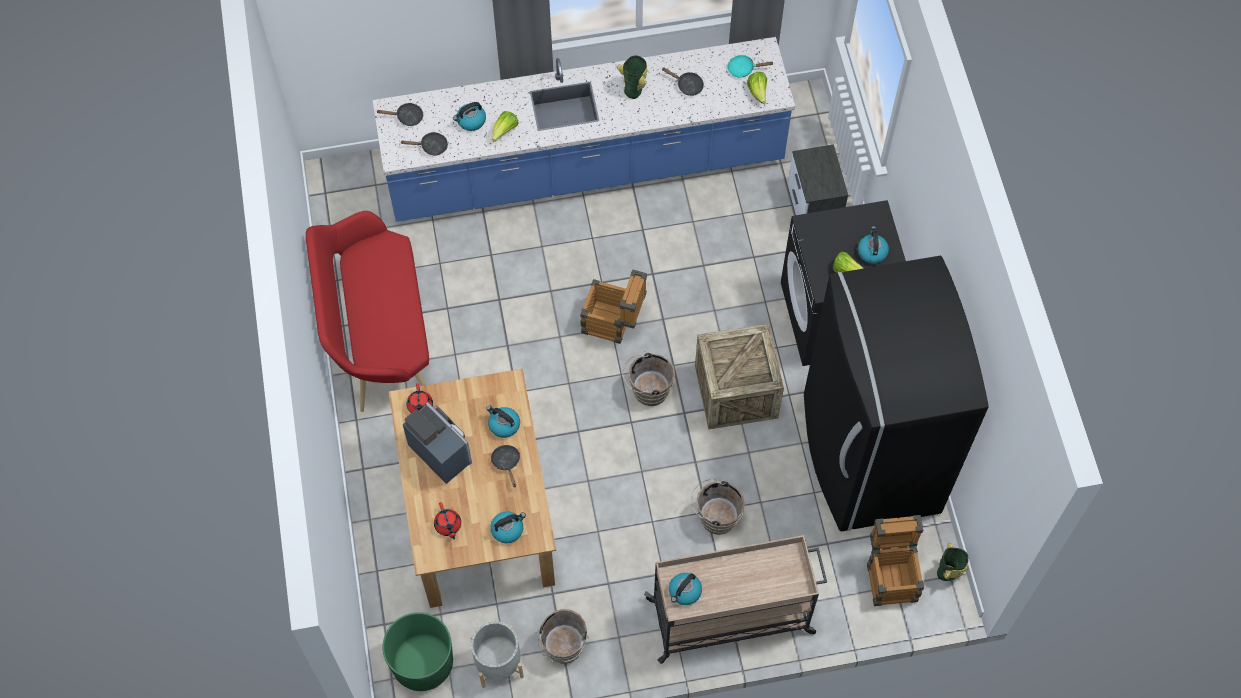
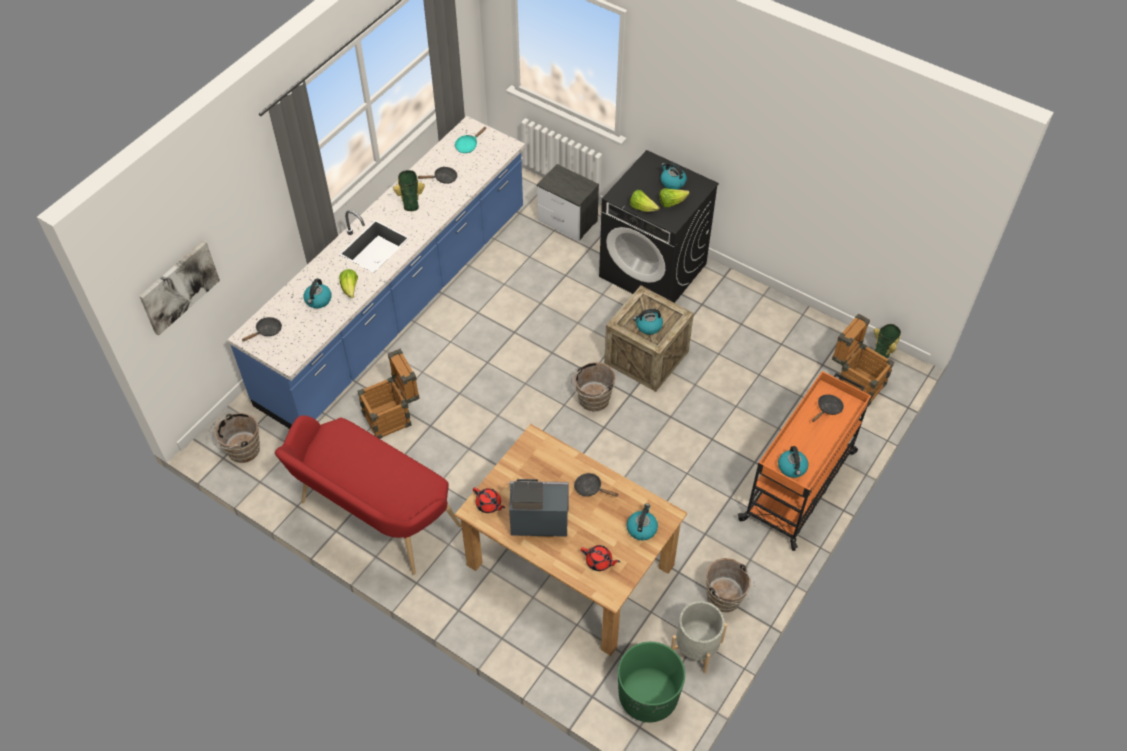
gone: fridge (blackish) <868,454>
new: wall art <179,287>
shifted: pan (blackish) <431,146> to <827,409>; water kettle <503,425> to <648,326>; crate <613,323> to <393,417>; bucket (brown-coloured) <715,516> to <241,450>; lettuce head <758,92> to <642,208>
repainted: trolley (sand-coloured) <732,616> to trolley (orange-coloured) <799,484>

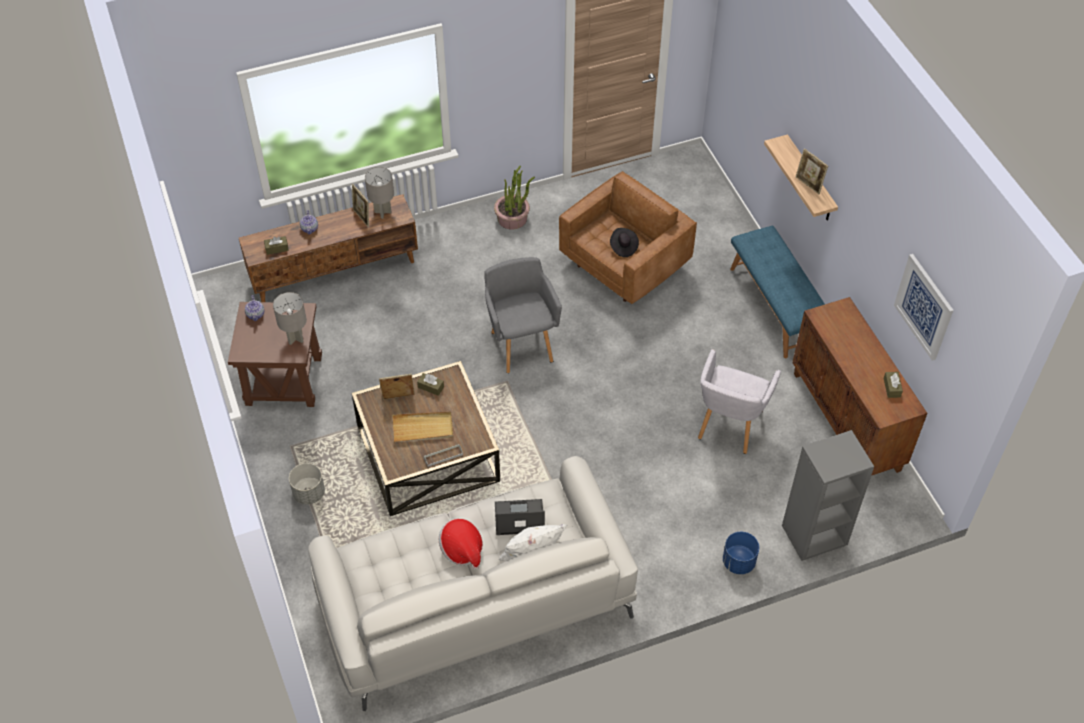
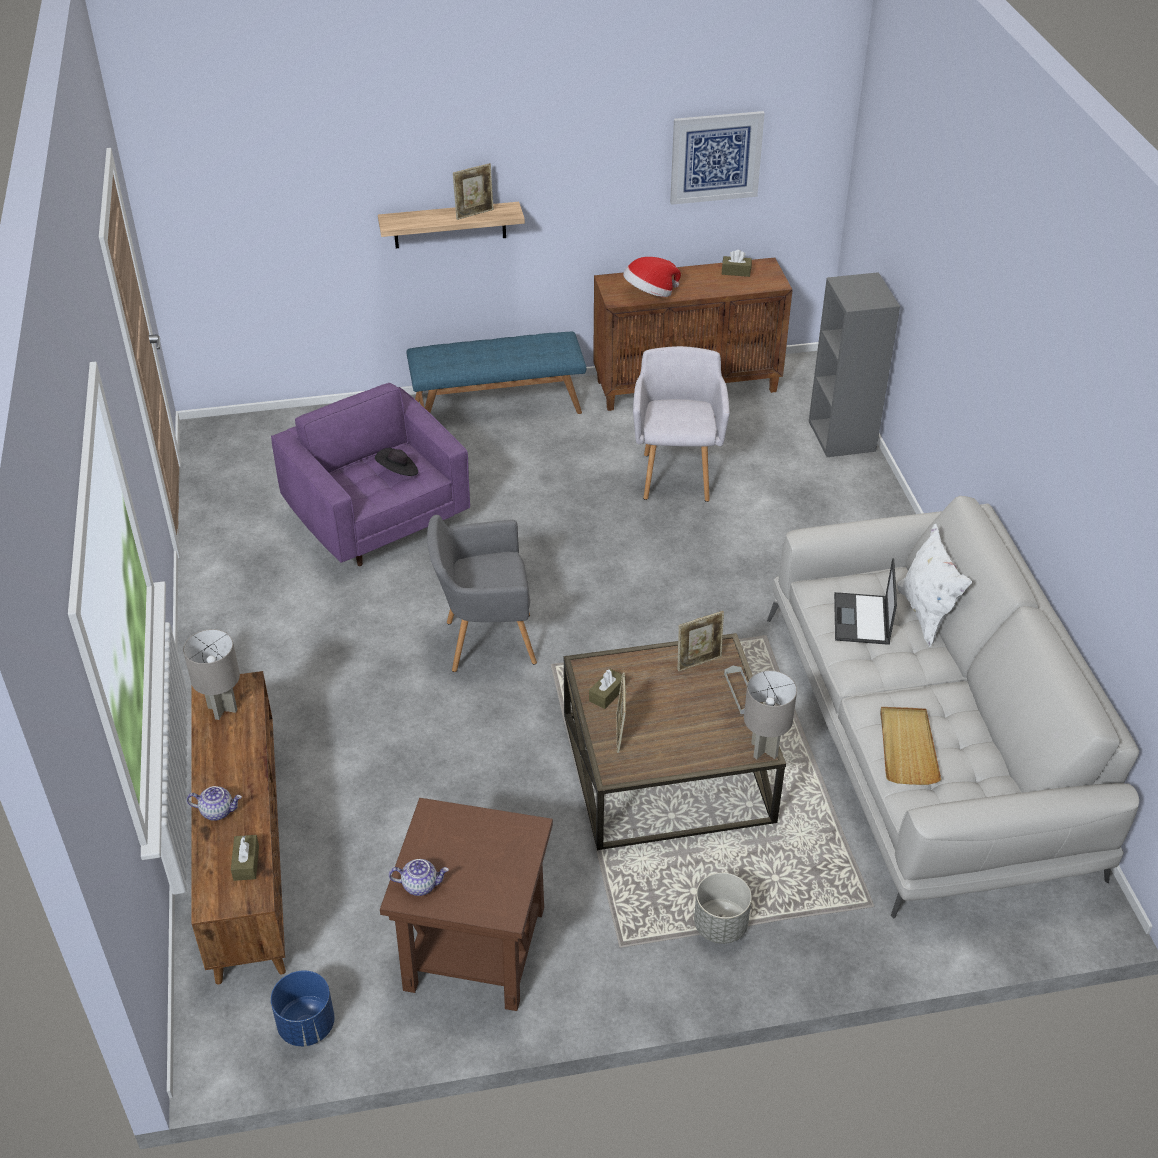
gone: houseplant <512,218>
shifted: table lamp (grey) <295,338> to <765,750>; photo frame <362,217> to <699,662>; serving tray (sand-coloured) <423,428> to <907,747>; hat <462,550> to <650,294>; flower pot (blue-coloured) <738,562> to <306,1025>
repainted: easy chair (brown-coloured) <625,266> to easy chair (purple-coloured) <377,521>
rotated: easy chair (grey) <728,427> = <676,473> 120 degrees counterclockwise

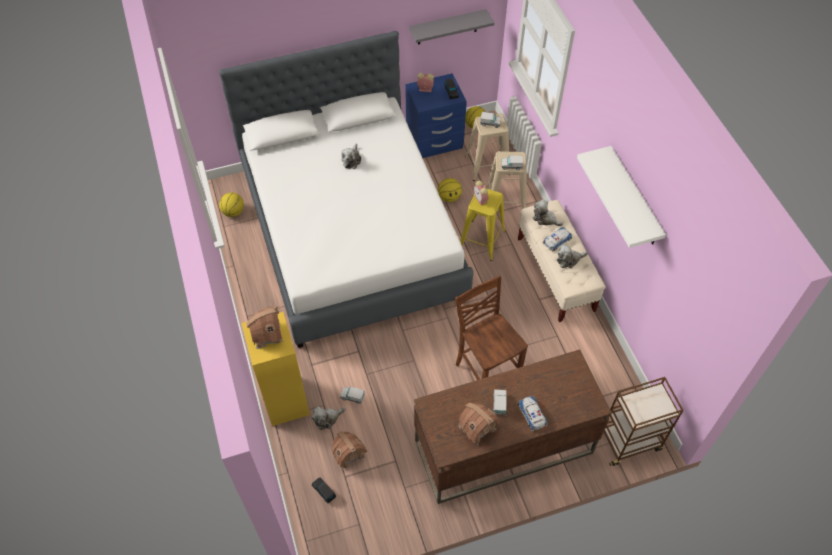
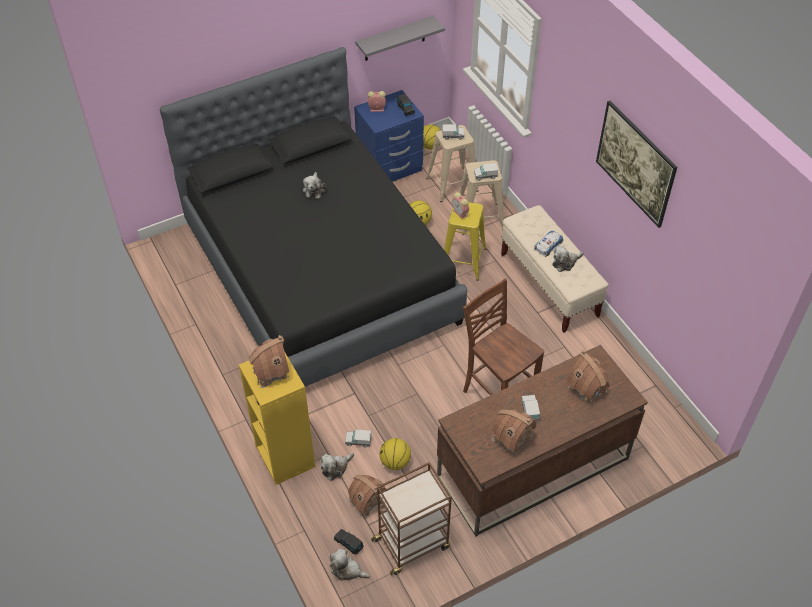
gone: toy car <532,414>
new: model house <587,389>
shifted: basketball <233,212> to <395,462>; cuddly toy <545,219> to <347,570>; trolley (brown-coloured) <629,441> to <412,543>
swapped: bracket shelf (white) <634,198> to wall art <632,178>
repainted: bedroom bed (white) <352,233> to bedroom bed (blackish) <320,272>

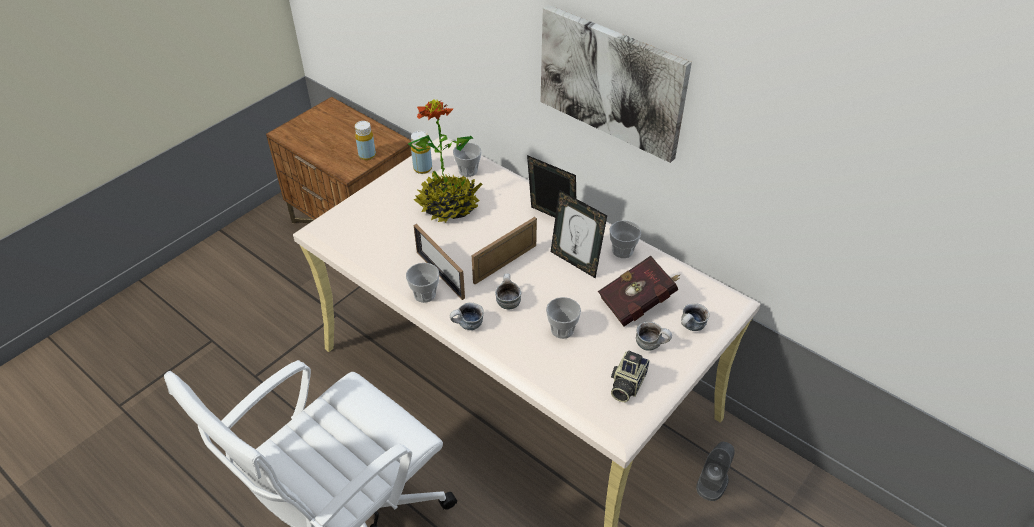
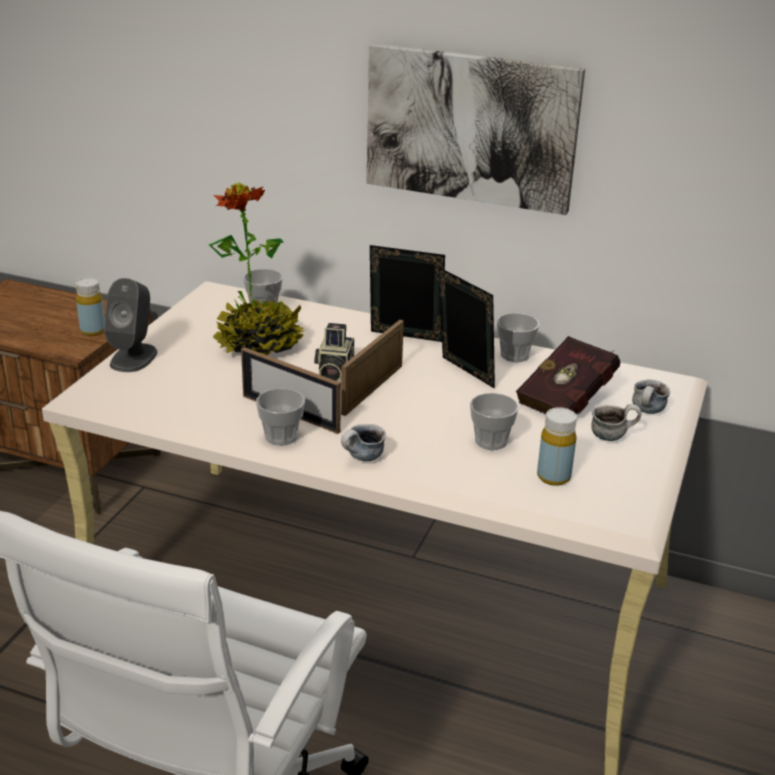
gone: coffee mug <507,301>
shifted: beverage bottle (yellow) <422,168> to <553,477>; still camera <626,384> to <333,372>; speaker (grey) <712,483> to <134,357>
rotated: photo frame <575,262> = <463,374> 150 degrees counterclockwise

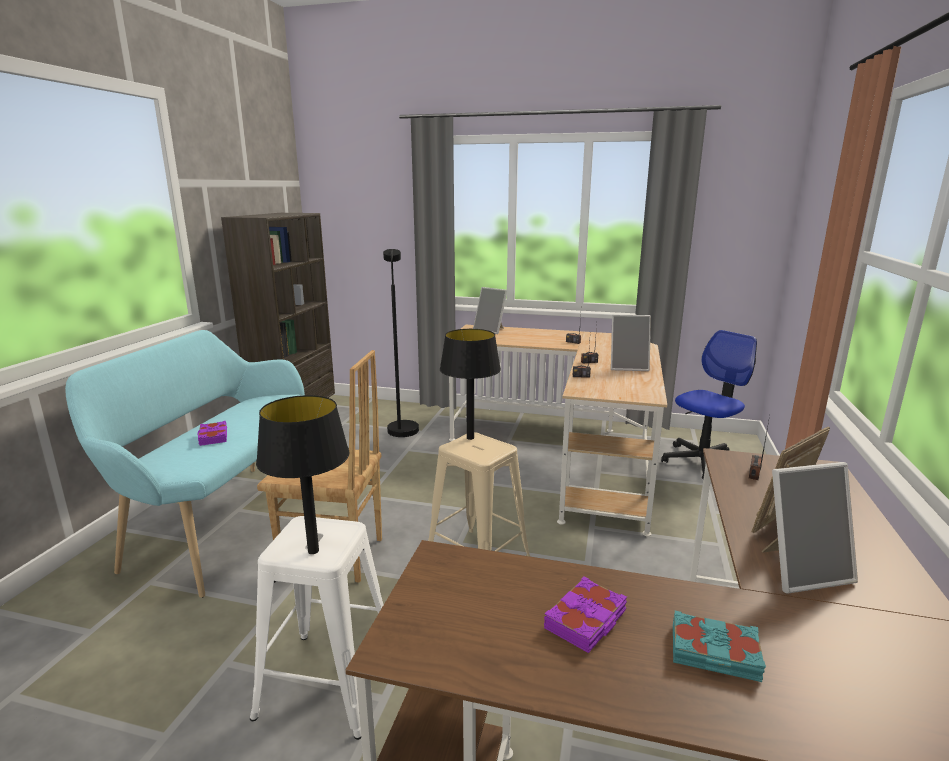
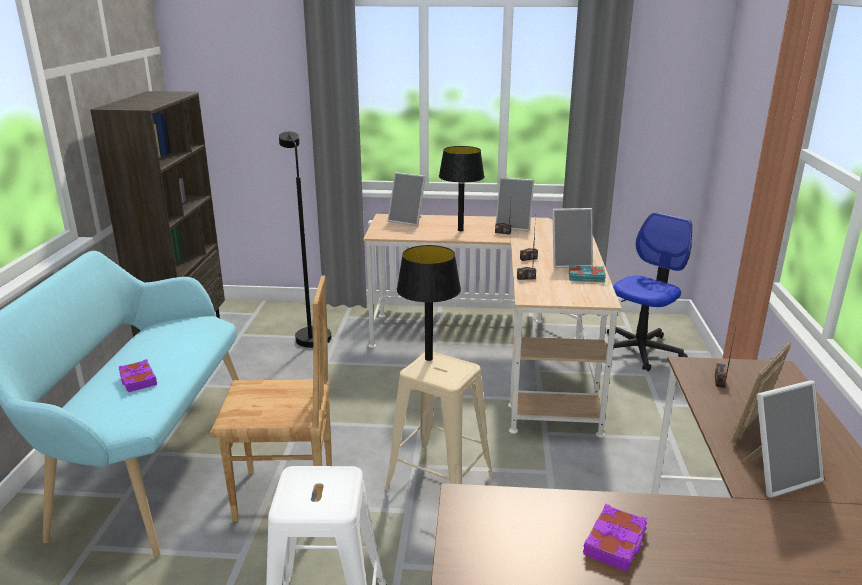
new: photo frame <514,226>
shifted: table lamp (blackish) <313,551> to <460,230>; bound book (turquoise) <714,653> to <586,277>

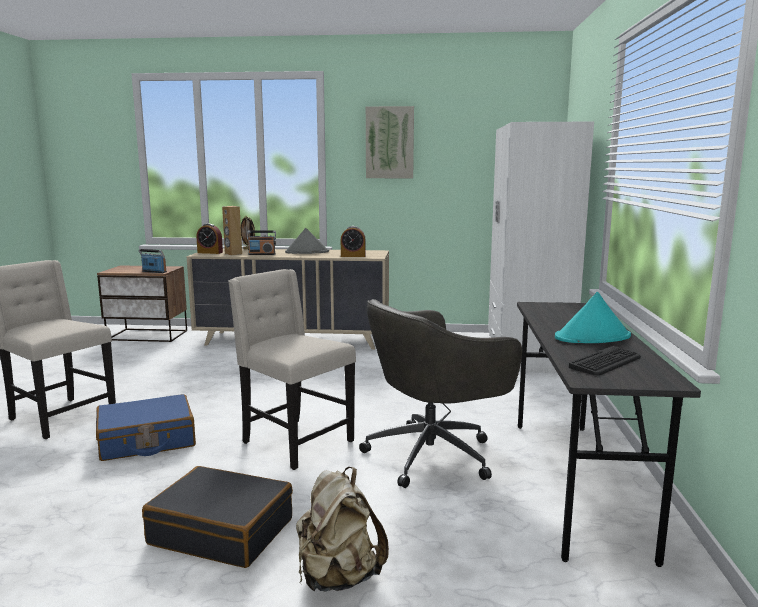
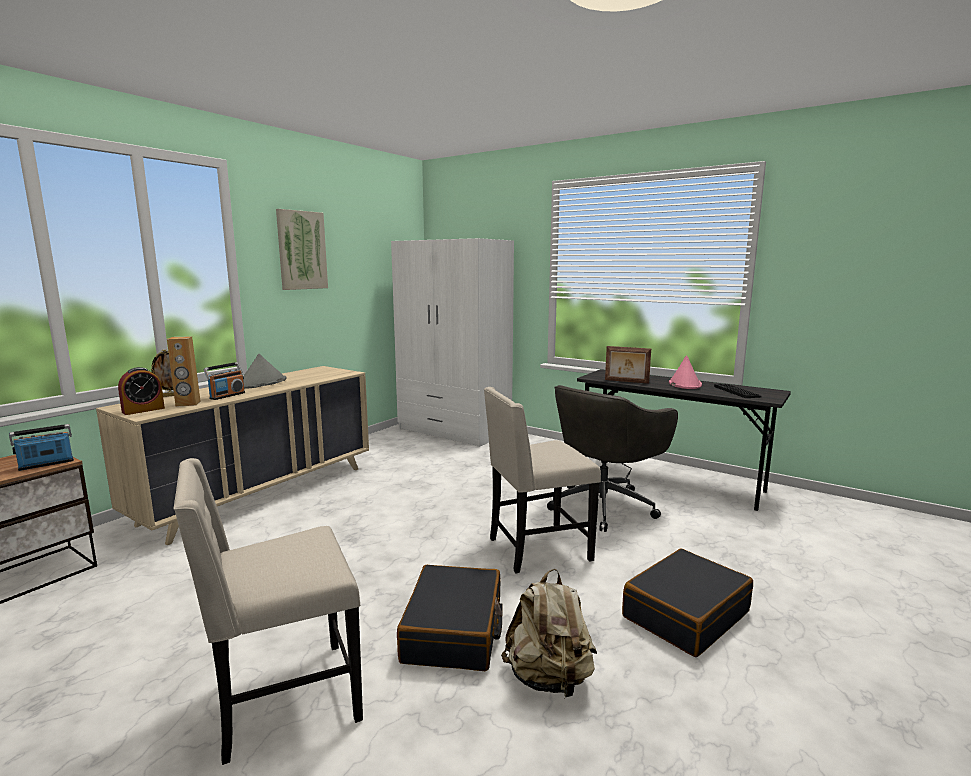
gone: bedside clock <353,256>
new: photo frame <626,381>
shifted: knapsack (sand-coloured) <338,577> to <549,678>
repainted: suitcase (blue-coloured) <146,441> to suitcase (blackish) <454,631>; hat (turquoise) <593,337> to hat (pink) <684,384>
rotated: computer chair (grey) <434,454> = <604,505> 45 degrees clockwise

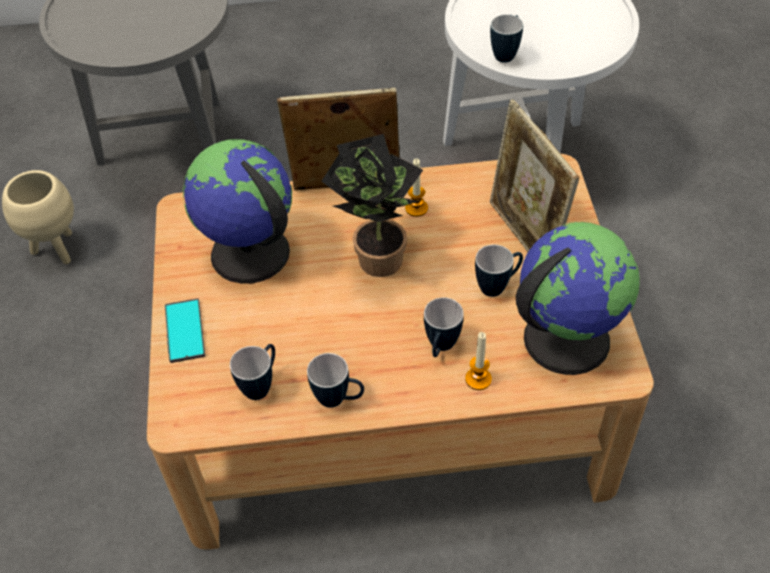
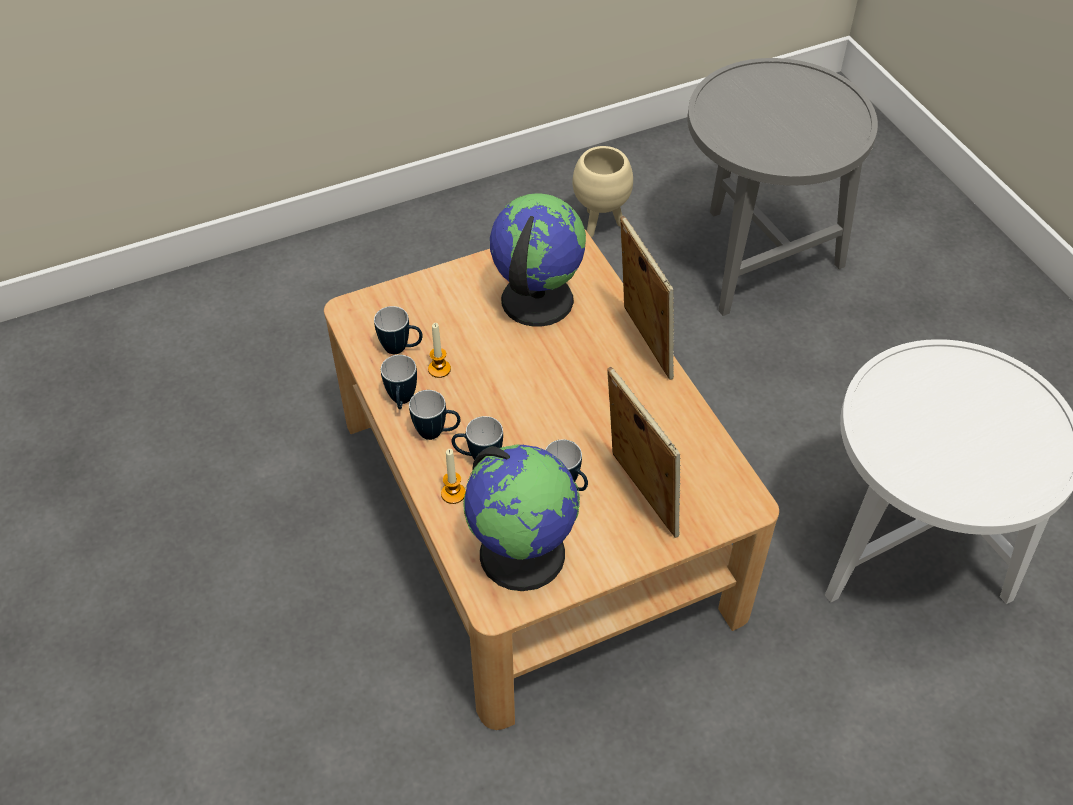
gone: handset <184,331>; houseplant <376,256>
shifted: wax light <416,208> to <439,369>; coffee mug <506,53> to <437,433>
rotated: photo frame <524,237> = <639,495> 105 degrees clockwise

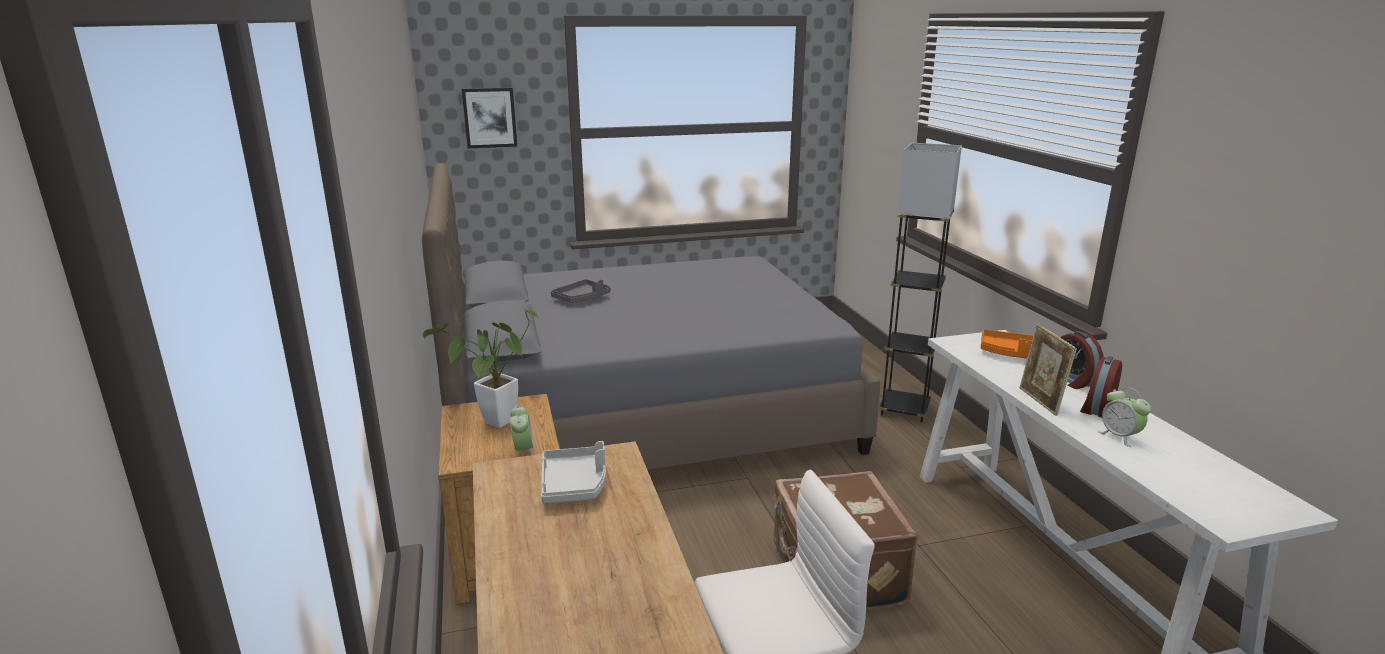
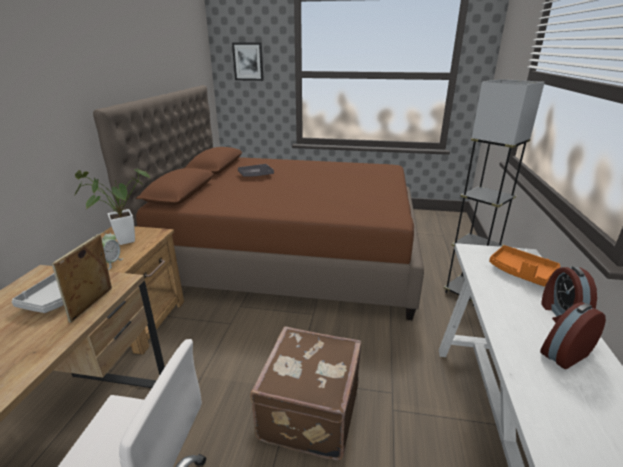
gone: bedside clock <1119,437>
shifted: photo frame <1040,401> to <93,305>
repainted: bedroom bed (grey) <644,412> to bedroom bed (brown-coloured) <290,253>

